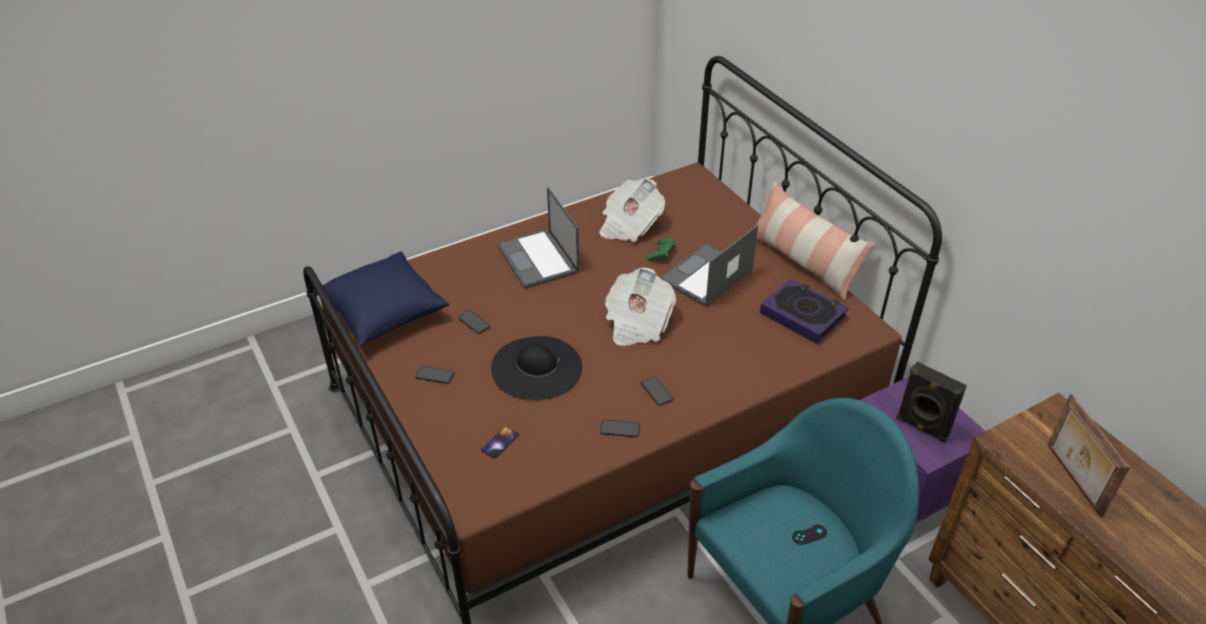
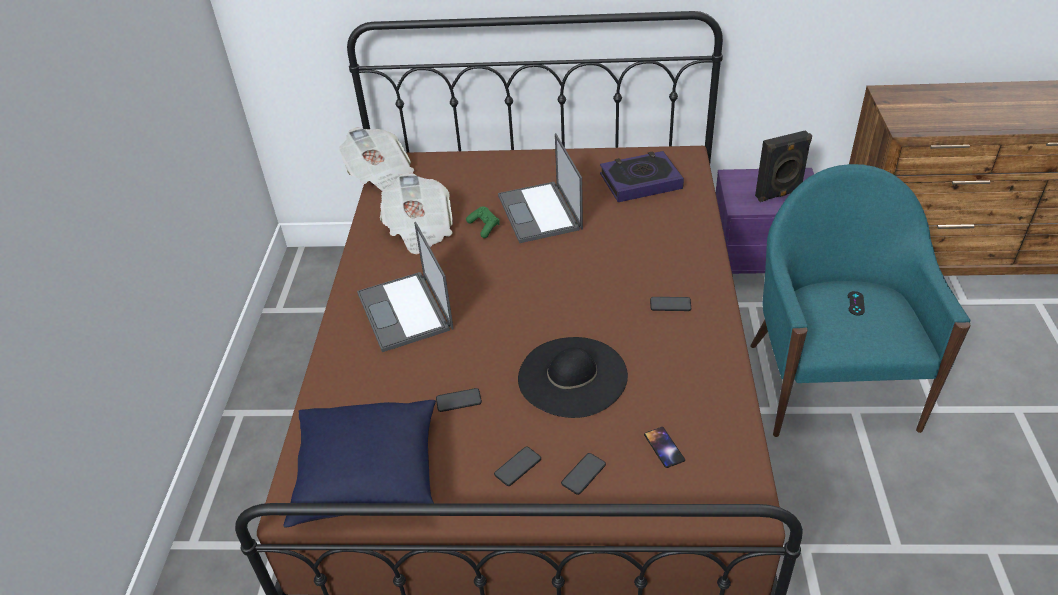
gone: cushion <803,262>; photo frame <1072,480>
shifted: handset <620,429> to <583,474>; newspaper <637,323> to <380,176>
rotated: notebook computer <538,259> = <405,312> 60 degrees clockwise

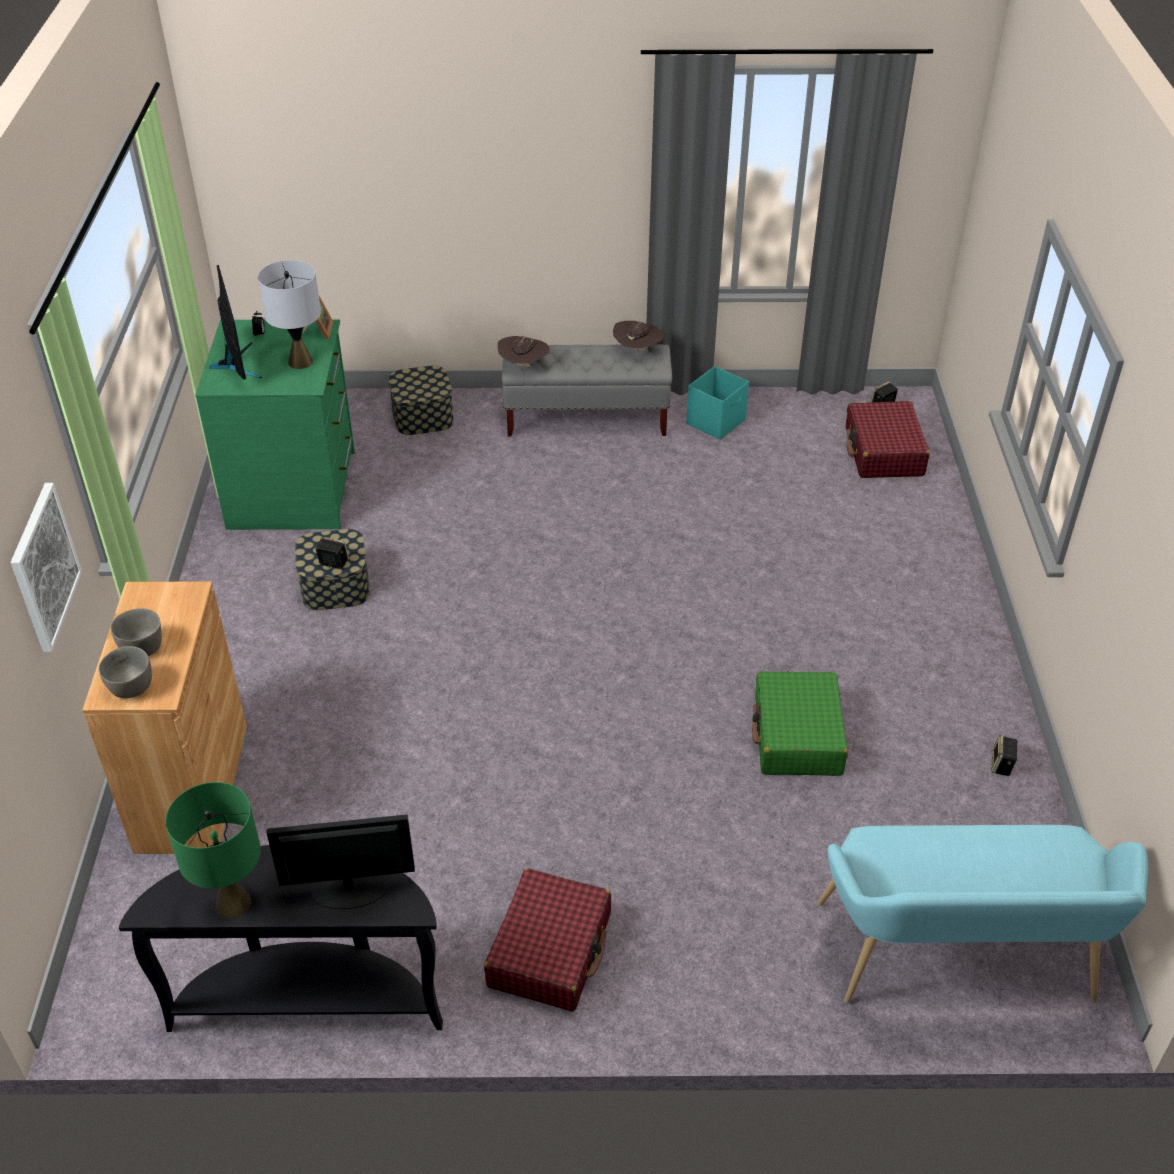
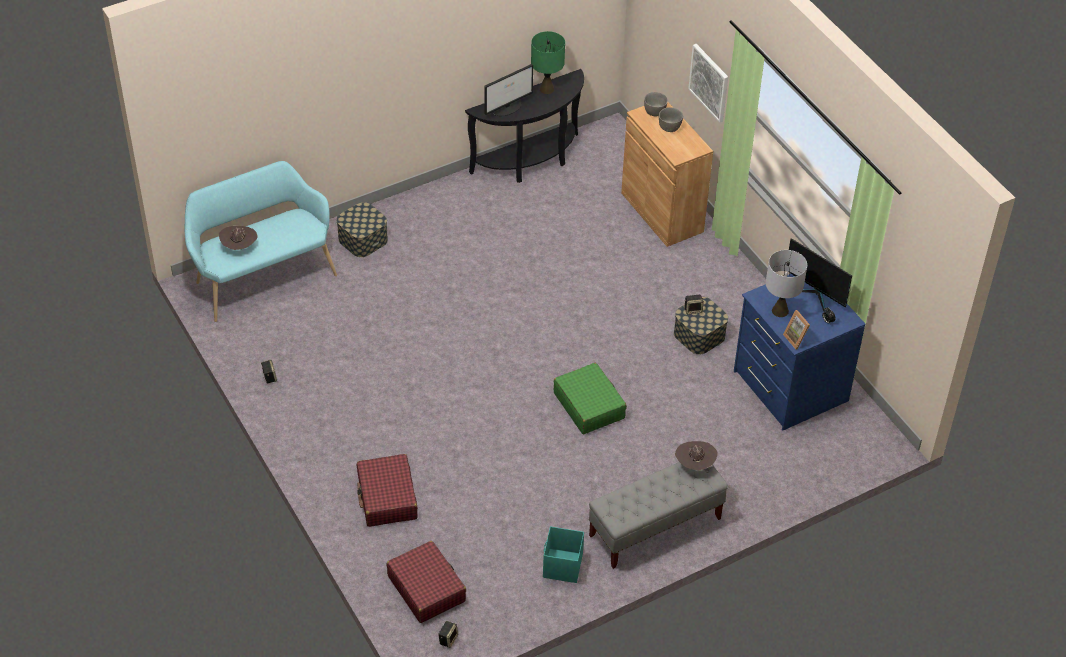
shifted: storage bin <423,416> to <363,239>; suitcase (red-coloured) <550,950> to <387,498>; hat (brown-coloured) <637,351> to <239,247>; suitcase (green-coloured) <797,736> to <589,405>
repainted: dresser (green-coloured) <295,490> to dresser (blue-coloured) <789,386>

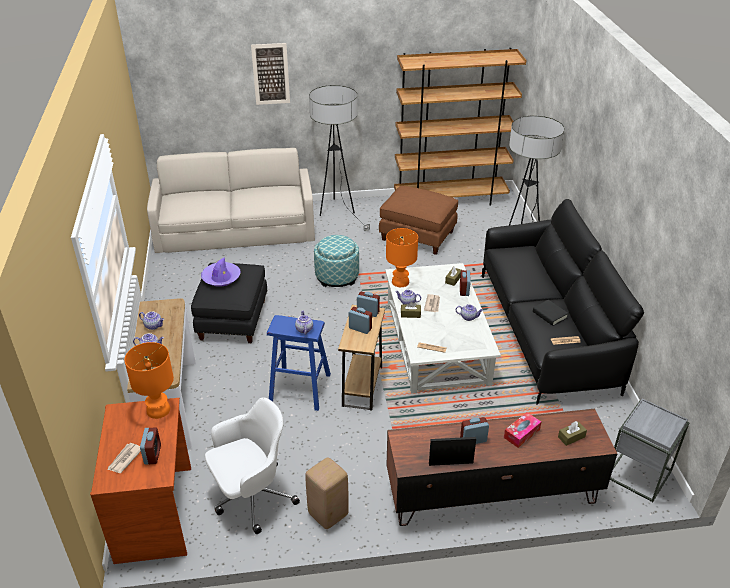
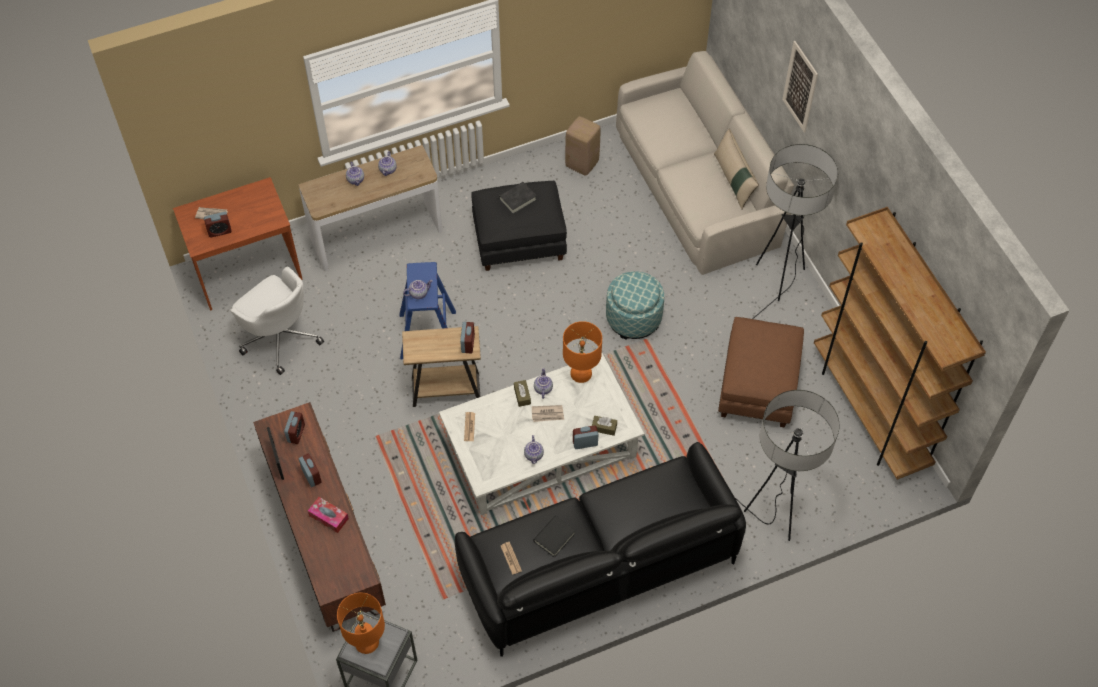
gone: tissue holder (brown-coloured) <571,437>
new: cushion (sand-coloured) <734,180>
shifted: table lamp (orange-coloured) <158,409> to <367,642>; sitting stool (sand-coloured) <328,514> to <581,164>; bedside clock <360,328> to <296,433>
swapped: hat (purple-coloured) <221,278> to bound book (blackish) <517,199>

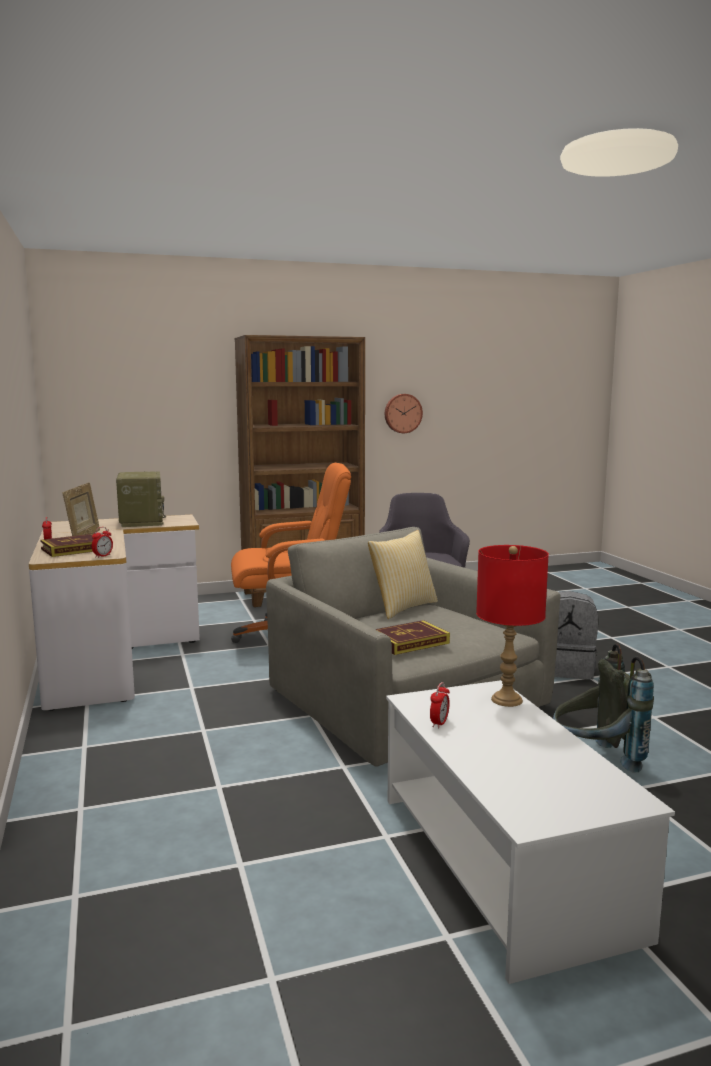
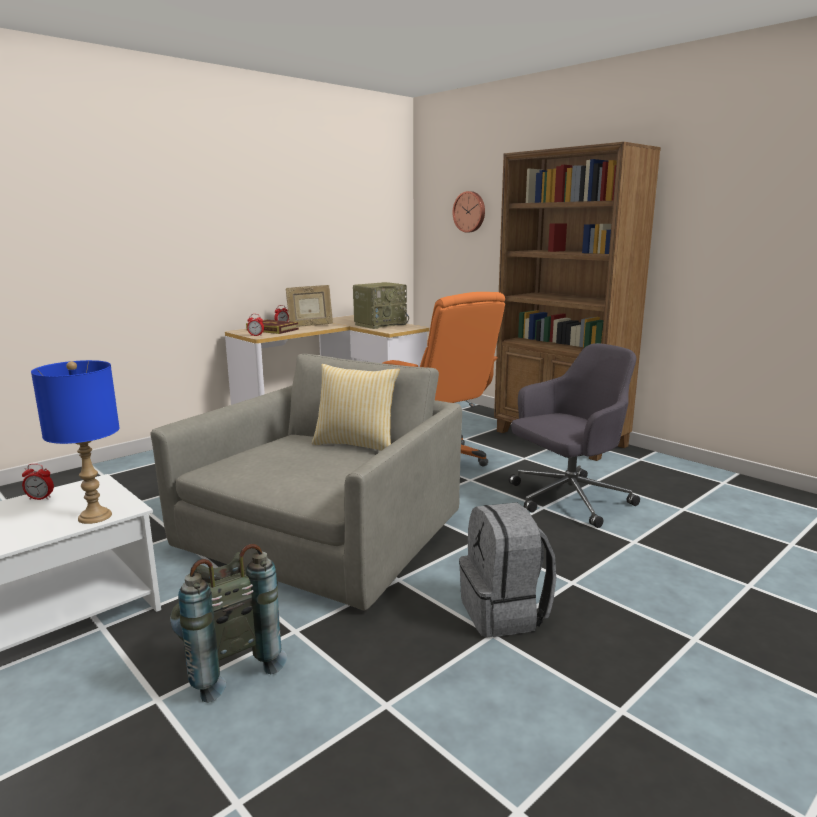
gone: bound book <409,642>
shifted: hanging clock <402,413> to <470,212>
repainted: table lamp (red-coloured) <506,699> to table lamp (blue-coloured) <95,516>

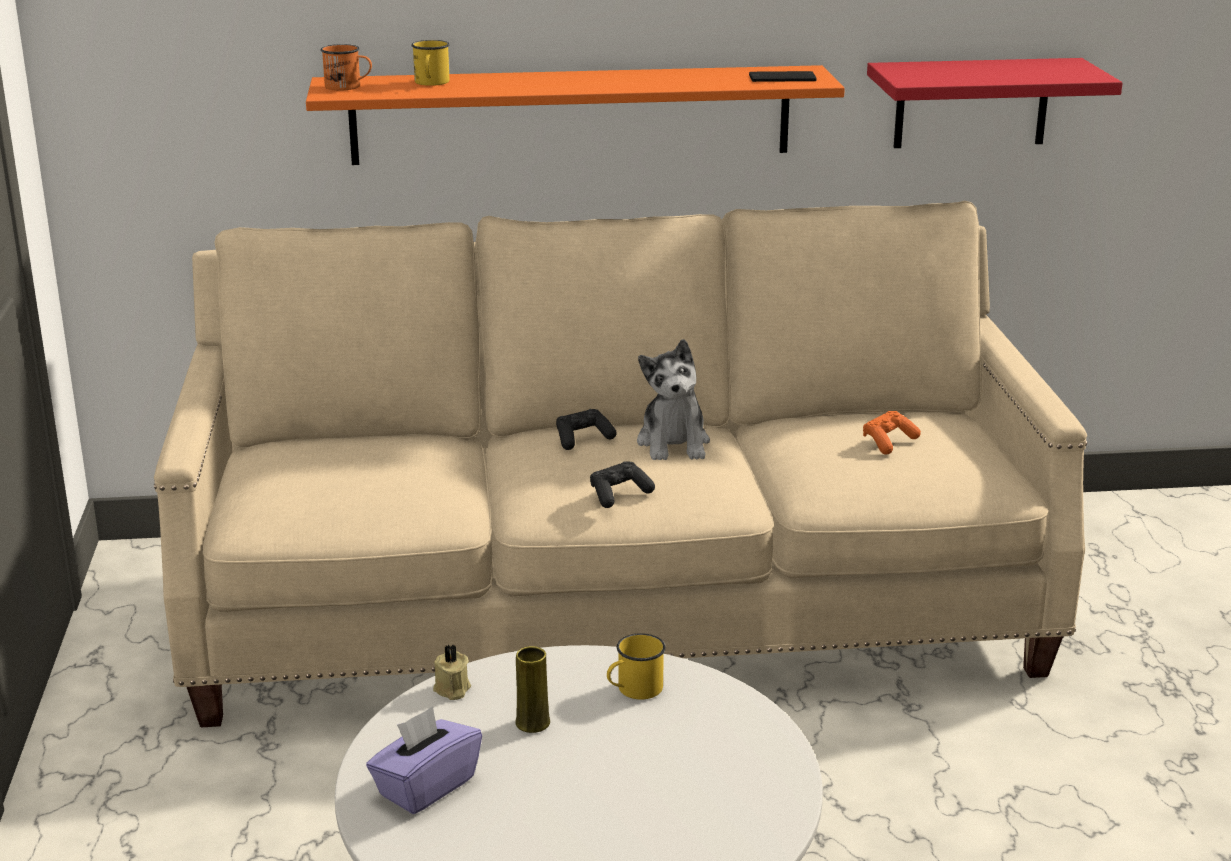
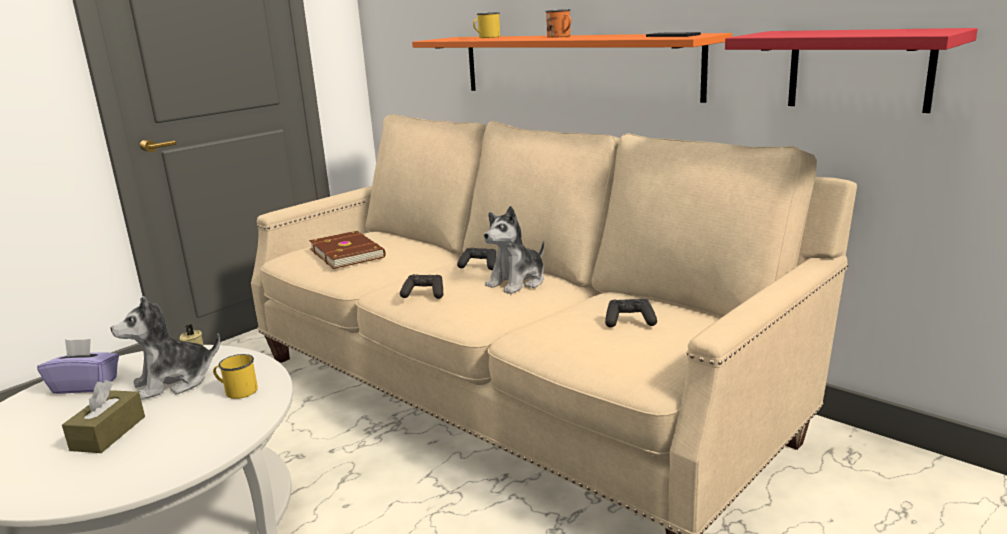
new: tissue holder (brown-coloured) <108,433>; bound book (brown-coloured) <348,253>
shifted: coffee mug (orange-coloured) <348,87> to <561,36>
swapped: decorative vase (yellow) <532,723> to cuddly toy <174,382>
repainted: joypad (orange-coloured) <888,442> to joypad (blackish) <629,321>

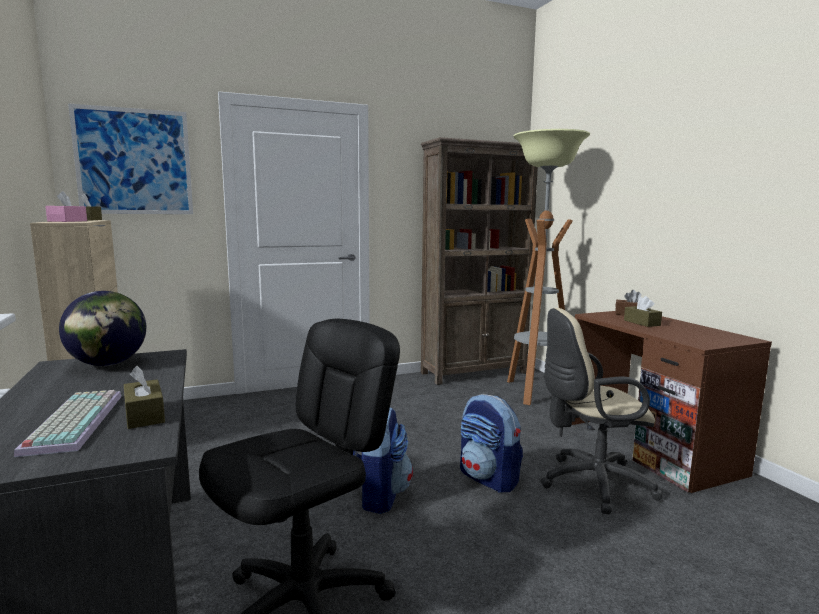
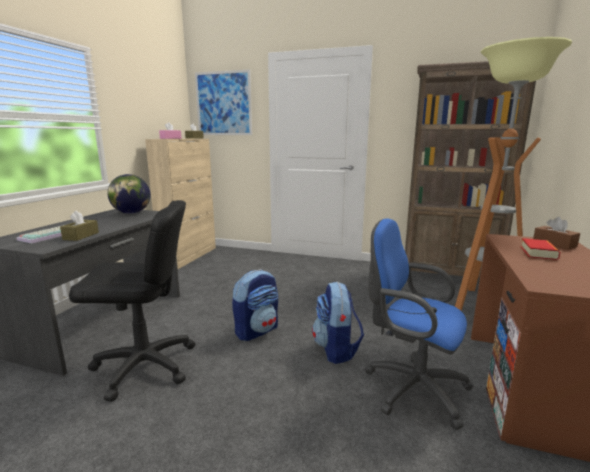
swapped: tissue holder (brown-coloured) <641,323> to bound book <538,253>
repainted: computer chair (sand-coloured) <590,484> to computer chair (blue-coloured) <410,387>

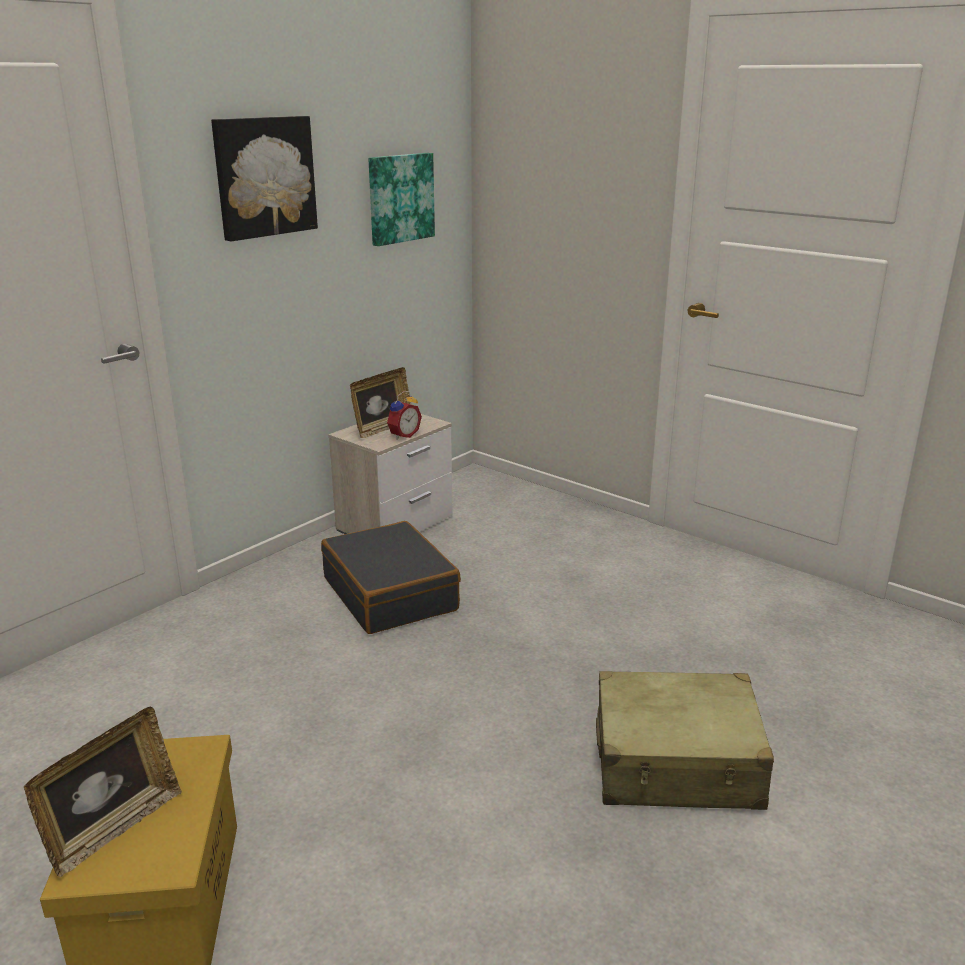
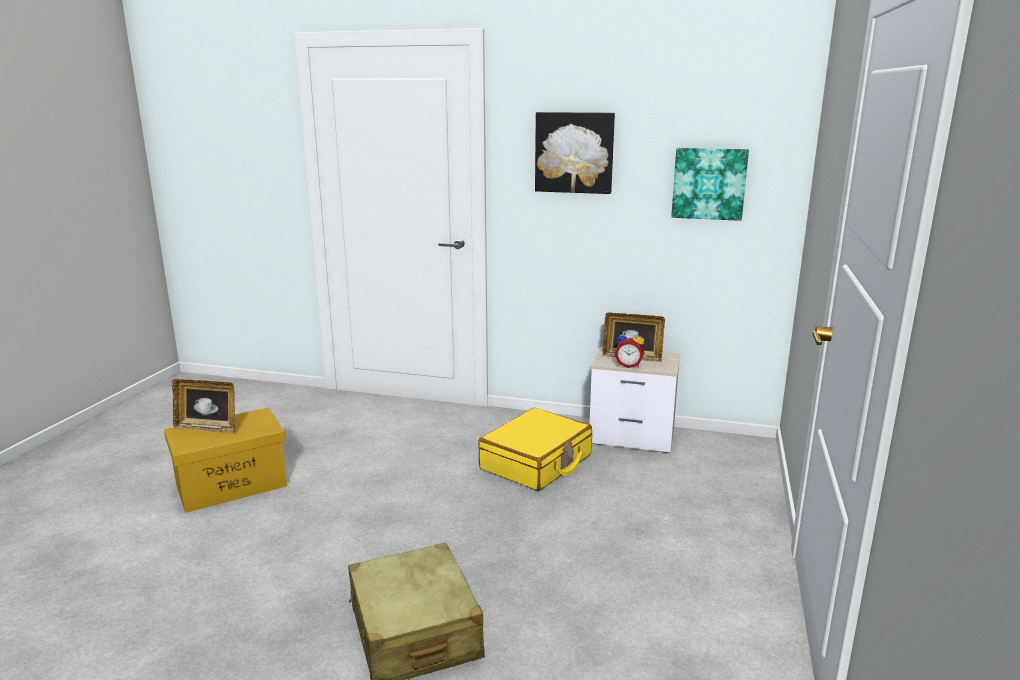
repainted: suitcase (blackish) <391,594> to suitcase (yellow) <536,462>

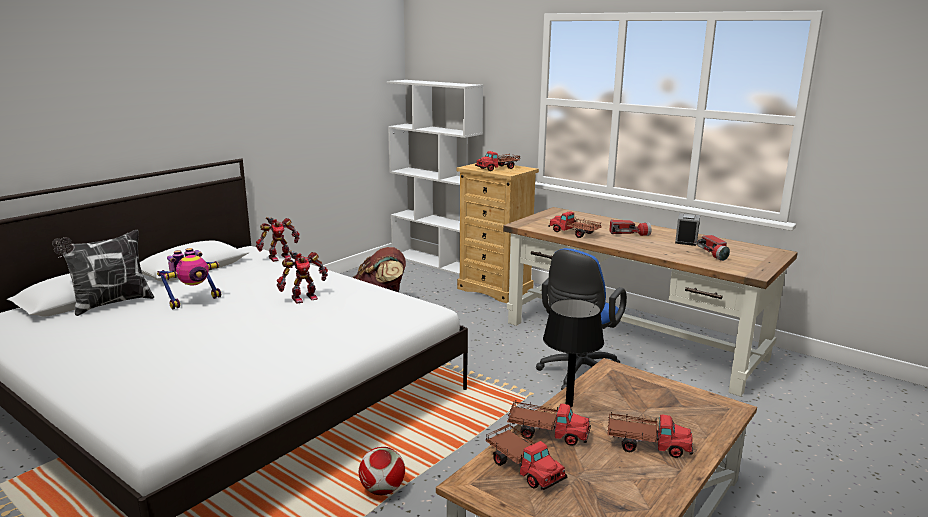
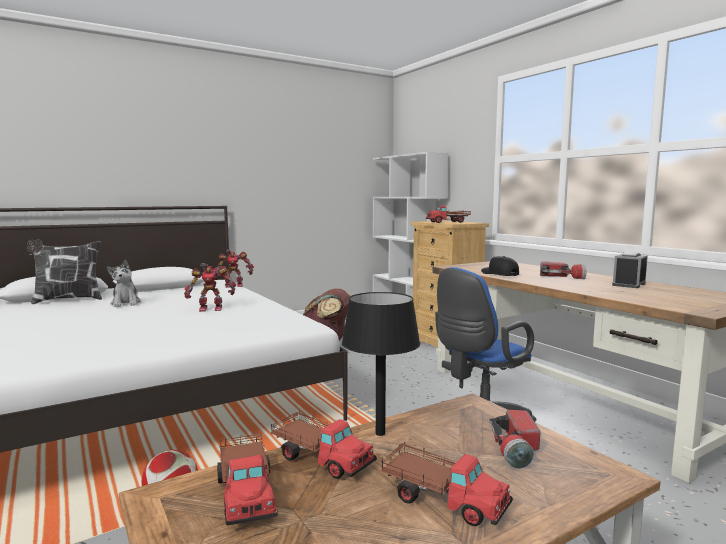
shifted: flashlight <713,254> to <515,449>
swapped: model robot <194,300> to cuddly toy <126,303>; toy truck <574,233> to peaked cap (blackish) <499,274>

